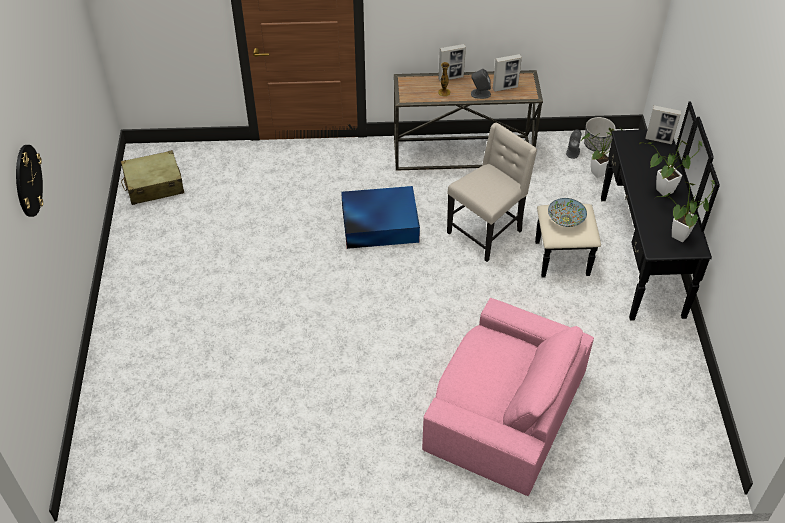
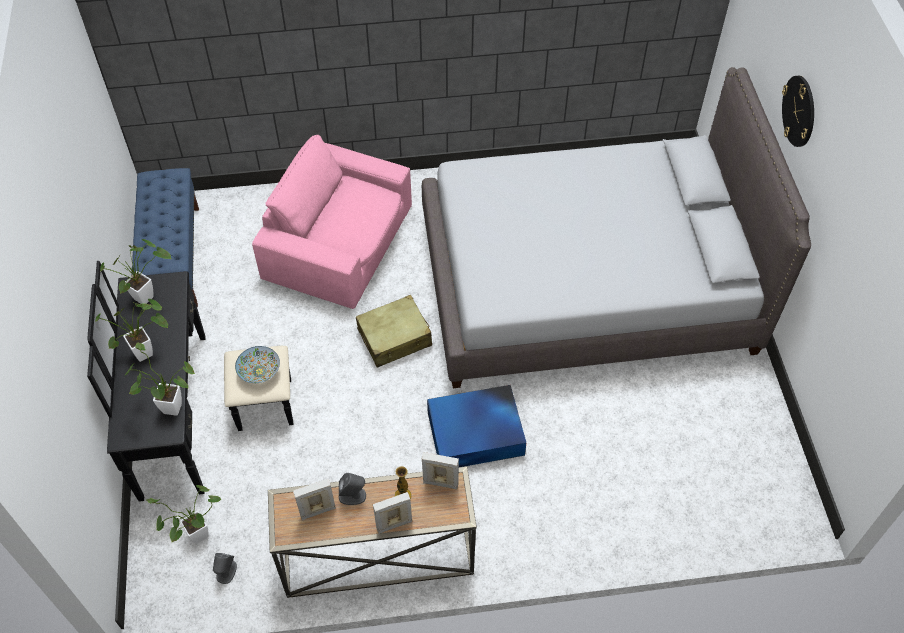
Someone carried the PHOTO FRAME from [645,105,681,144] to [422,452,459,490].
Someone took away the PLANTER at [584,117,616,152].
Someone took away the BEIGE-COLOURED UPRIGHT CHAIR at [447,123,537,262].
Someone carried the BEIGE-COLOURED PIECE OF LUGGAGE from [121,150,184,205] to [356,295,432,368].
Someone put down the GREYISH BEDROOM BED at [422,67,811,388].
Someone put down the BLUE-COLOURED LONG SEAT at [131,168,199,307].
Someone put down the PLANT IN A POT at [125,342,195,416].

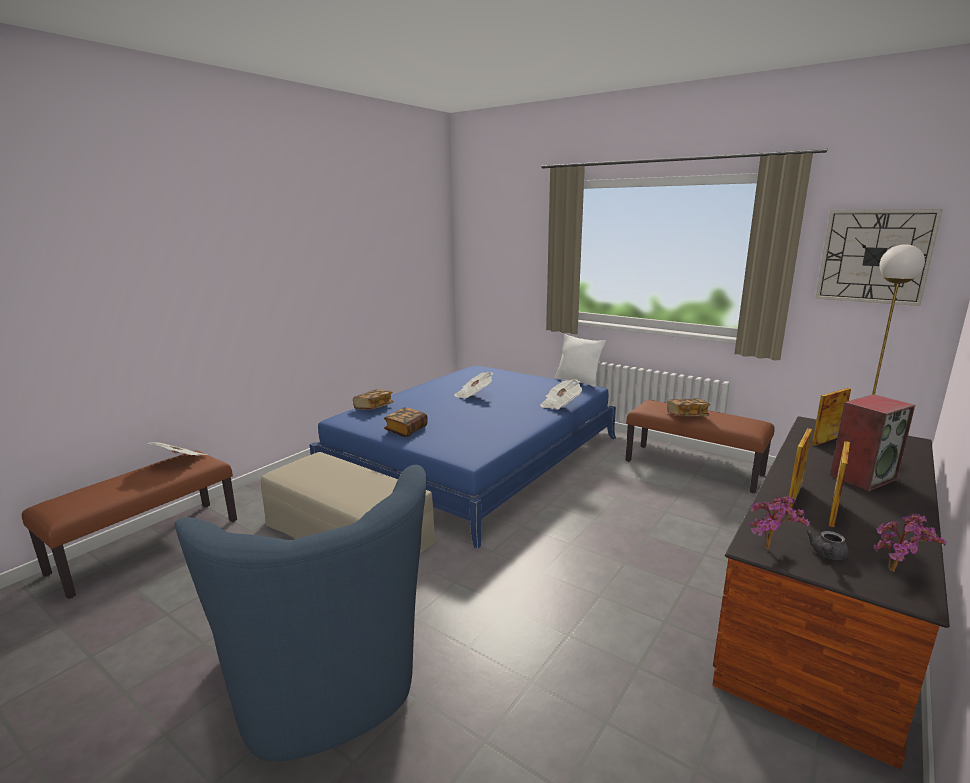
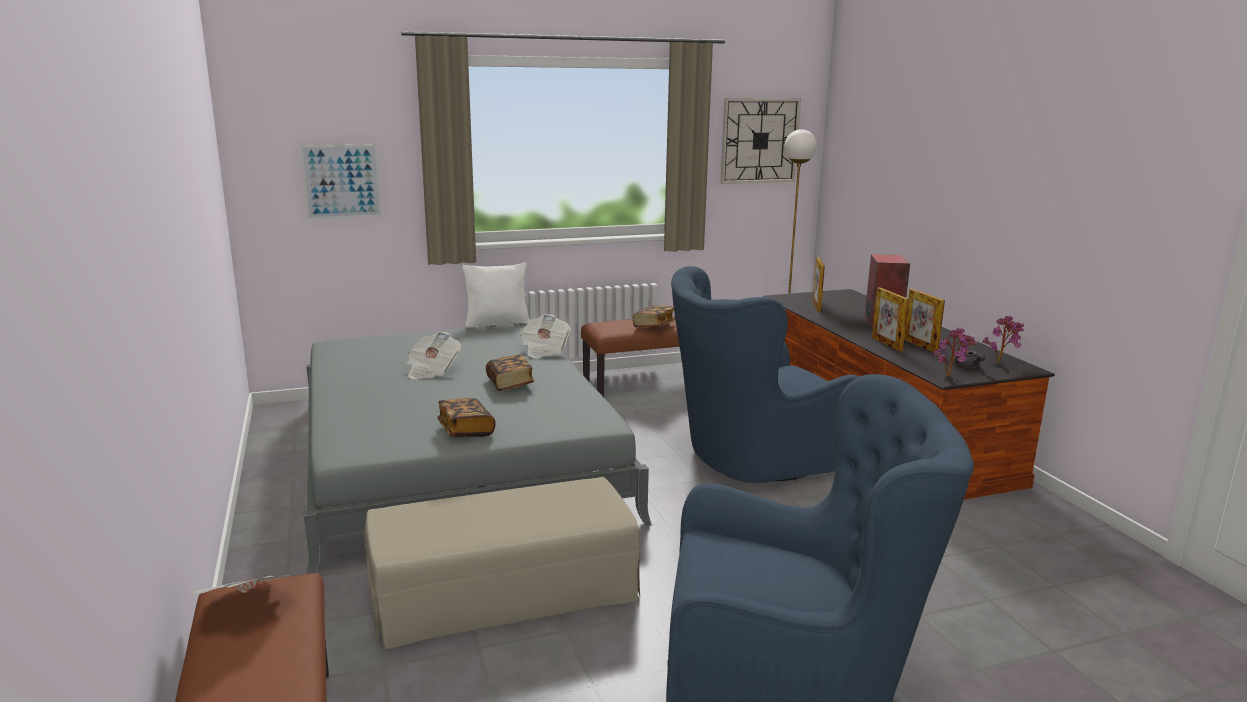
Someone repainted the BLUE-COLOURED BEDROOM BED at [309,366,616,549], which became the GREYISH BEDROOM BED at [304,323,651,574].
Someone carried the VOLUME from [353,389,394,410] to [486,355,534,391].
Someone put up the WALL PICTURE at [300,144,382,220].
Someone put down the BLUE-COLOURED EASY CHAIR at [671,266,859,483].

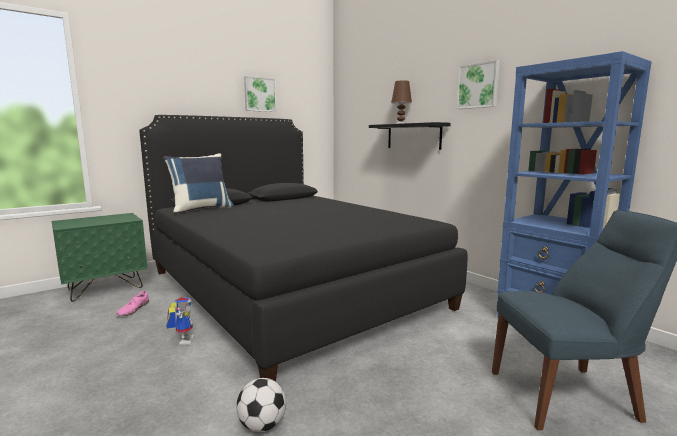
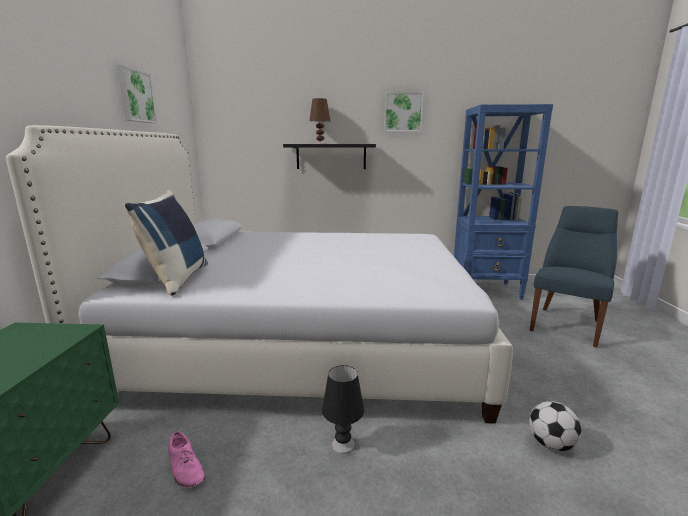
Someone repainted the BLACK BEDROOM BED at [139,115,467,381], which became the WHITE-COLOURED BEDROOM BED at [6,125,513,424].
Someone swapped the ROBOT FIGURE at [166,297,194,345] for the BLACK LAMP FOR A TABLE at [322,365,364,454].

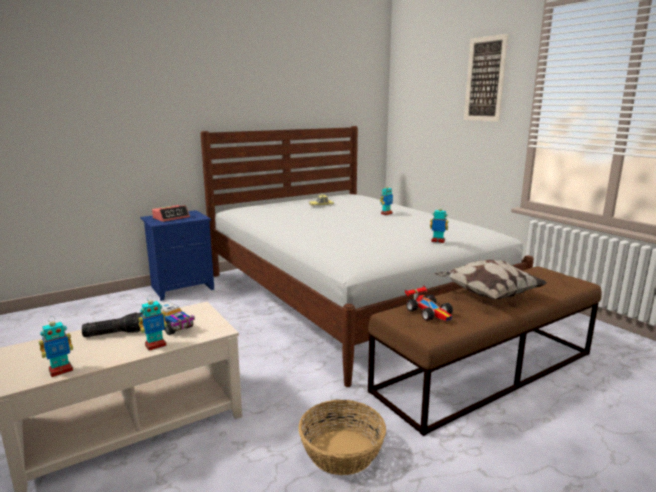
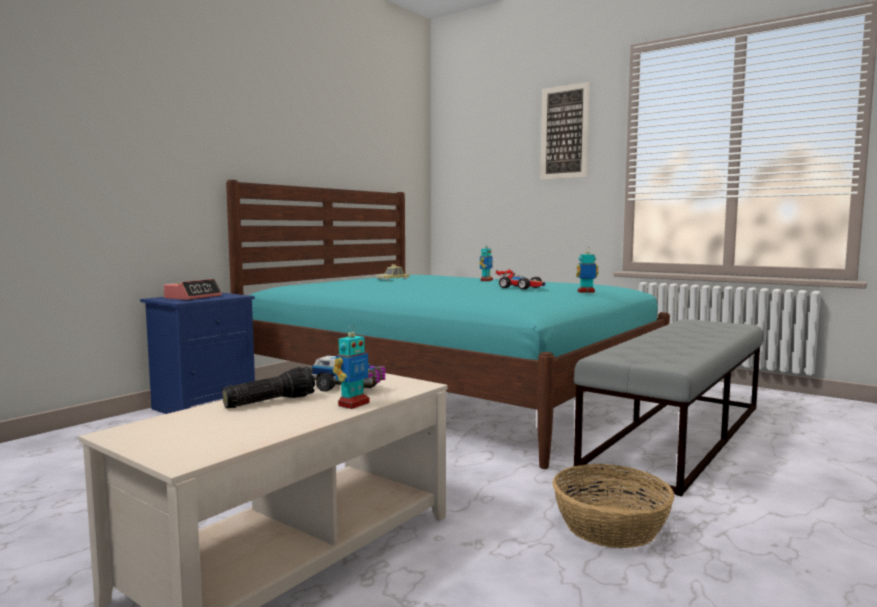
Someone repainted the WHITE-COLOURED BEDROOM BED at [200,126,534,387], which became the TURQUOISE BEDROOM BED at [226,180,670,469].
Someone took away the PILLOW at [435,260,547,299].
Someone repainted the BROWN LONG SEAT at [368,266,602,436], which became the GREYISH LONG SEAT at [574,319,764,497].
Someone carried the MODEL CAR from [405,286,453,321] to [496,269,545,290].
Someone took away the ROBOT FIGURE at [39,316,73,377].

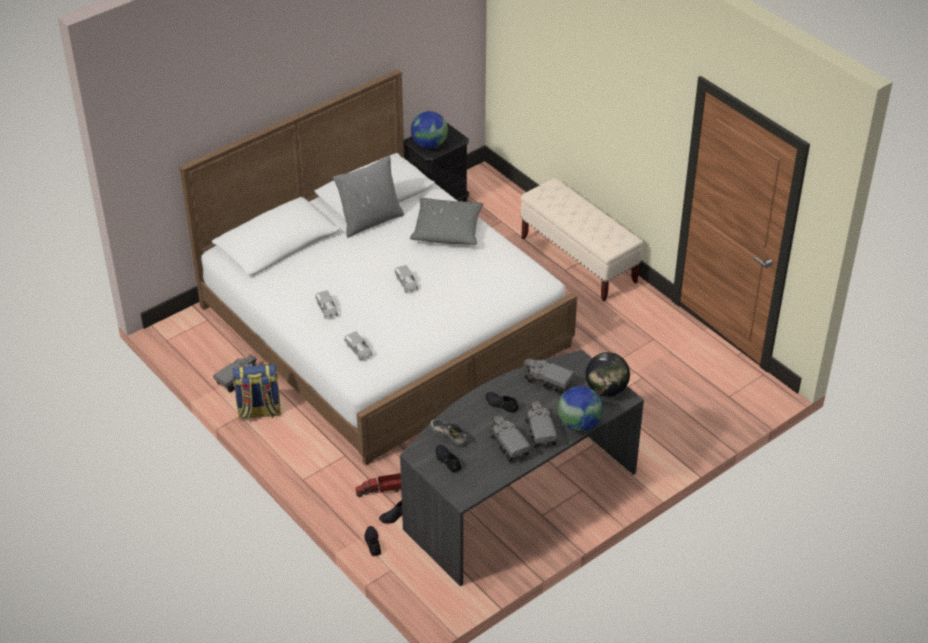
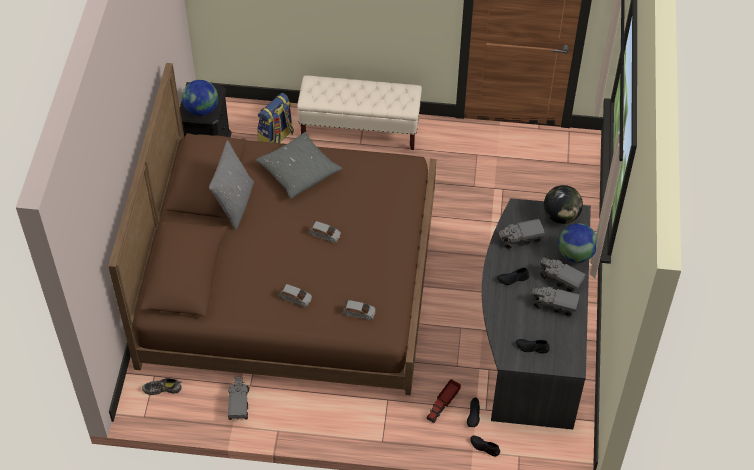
Someone repainted the WHITE-COLOURED BEDROOM BED at [179,69,577,465], which became the BROWN BEDROOM BED at [108,63,436,395].
Someone carried the RUCKSACK from [232,364,281,420] to [258,93,294,143].
Someone carried the LOW SHOE from [430,419,467,448] to [142,378,182,395].

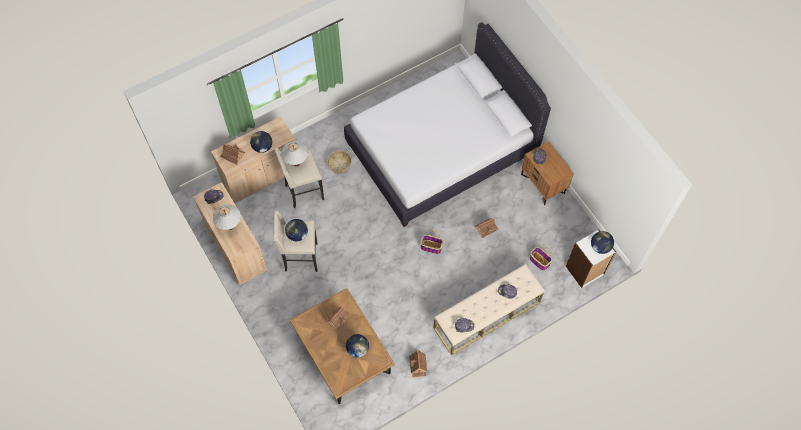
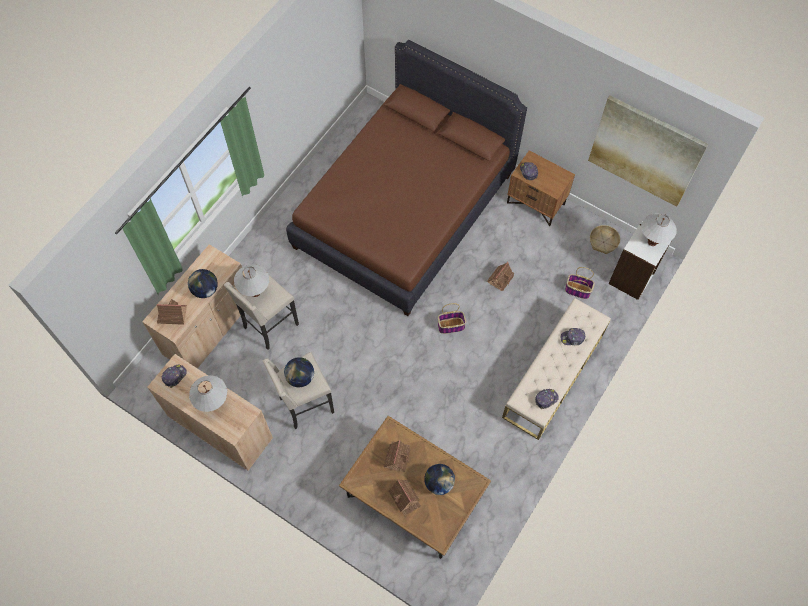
Someone repainted the WHITE-COLOURED BEDROOM BED at [344,22,551,227], which became the BROWN BEDROOM BED at [286,40,527,316].
Someone carried the HOUSEHOLD BASKET from [327,151,352,174] to [590,225,620,254].
Someone swapped the GLOBE at [591,231,614,254] for the WHITE-COLOURED LAMP FOR A TABLE at [641,214,677,246].
Someone carried the MINIATURE HOUSE from [409,350,427,377] to [388,479,421,516].
Someone put up the WALL PICTURE at [588,95,709,207].

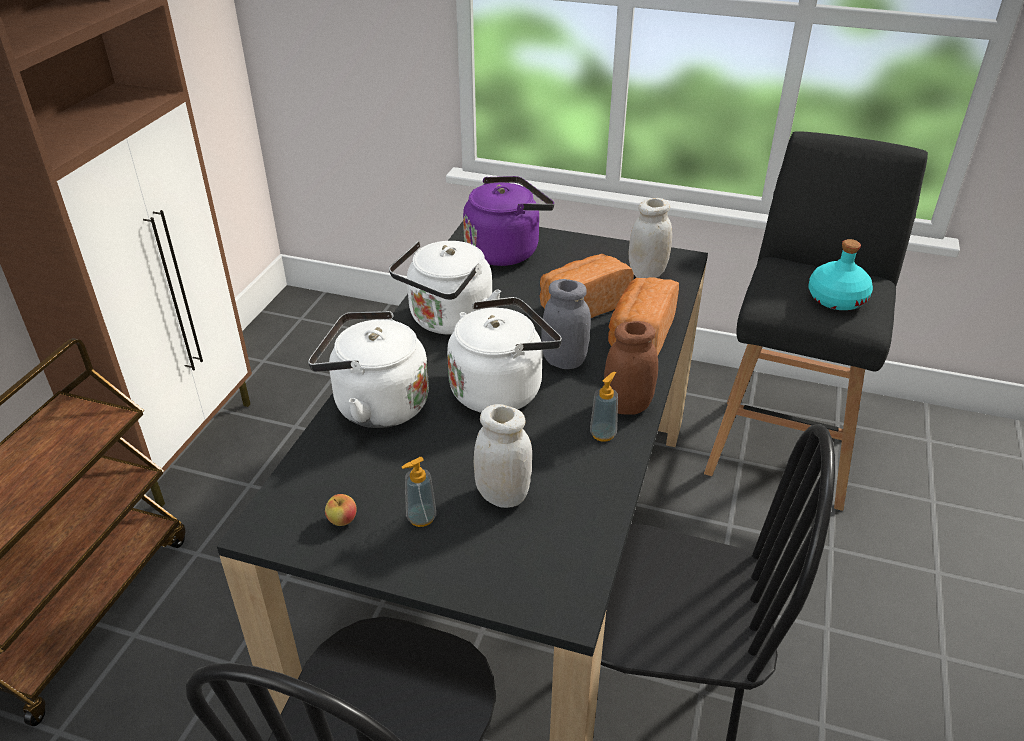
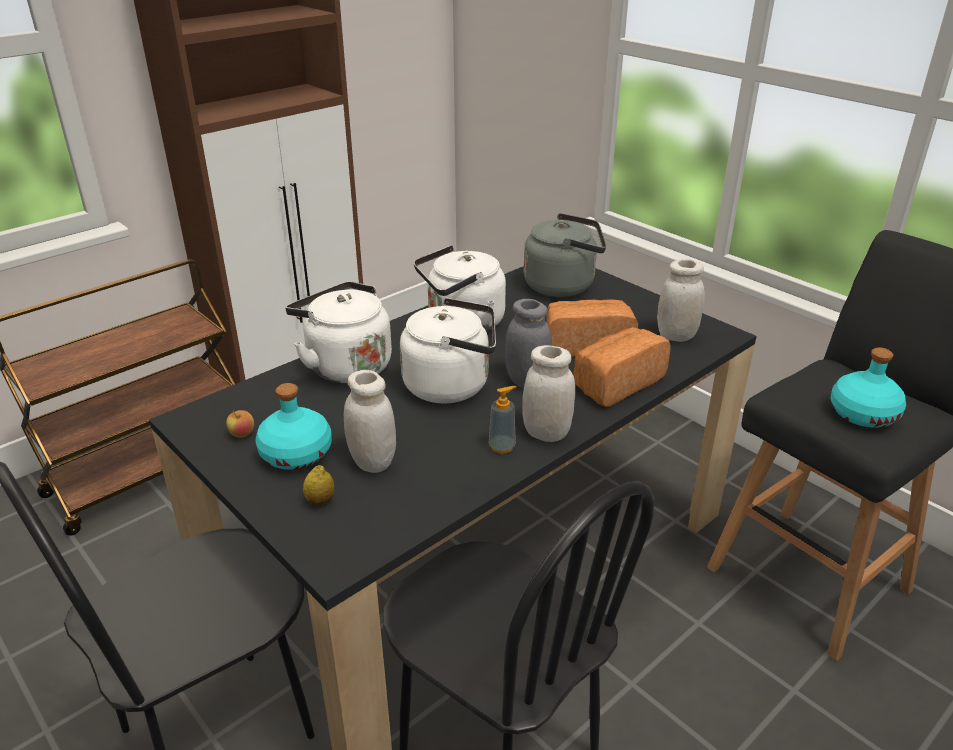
Someone repainted the PURPLISH KETTLE at [463,176,554,266], which became the GREYISH KETTLE at [524,213,606,297].
Someone repainted the BROWN JAR at [604,321,658,415], which became the WHITE-COLOURED JAR at [522,345,576,442].
Someone swapped the LIQUID SOAP BOTTLE at [402,457,436,527] for the TURQUOISE DRINK BOTTLE at [256,383,332,470].
Someone put down the WHOLE LEMON at [303,465,334,506].

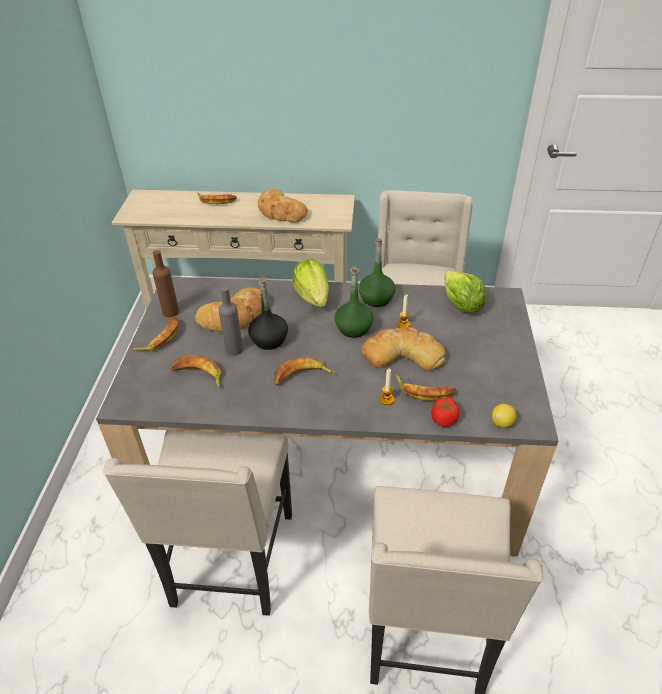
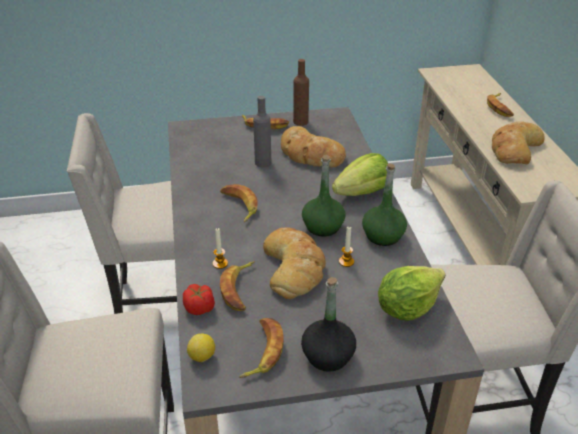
Someone carried the BLACK DRINK BOTTLE from [248,277,288,350] to [301,277,356,372].
Someone carried the BANANA FRUIT from [170,355,221,388] to [239,318,284,378].

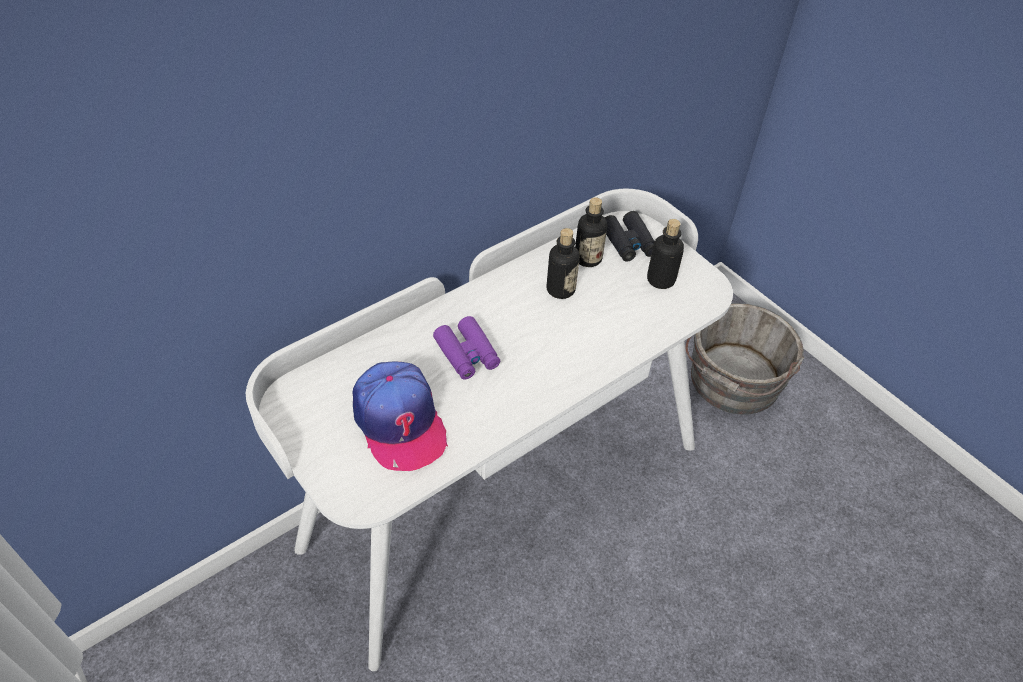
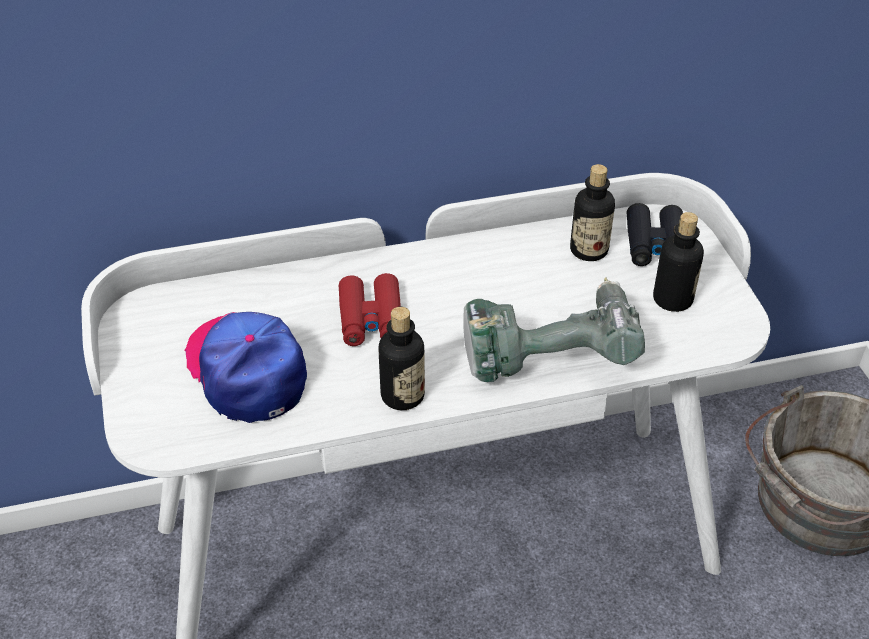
Someone carried the DRINK BOTTLE from [547,228,580,299] to [379,307,425,410].
Someone repainted the PURPLISH BINOCULARS at [433,316,500,380], which became the RED-COLOURED BINOCULARS at [339,273,401,346].
Someone rotated the BASEBALL CAP at [353,362,448,471] by 150 degrees clockwise.
Someone put down the ELECTRIC DRILL at [463,277,645,382].

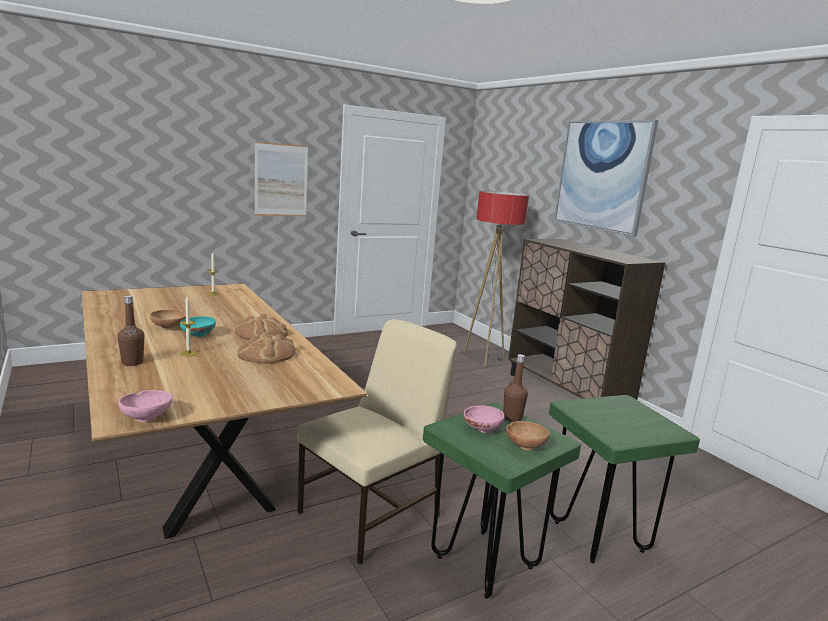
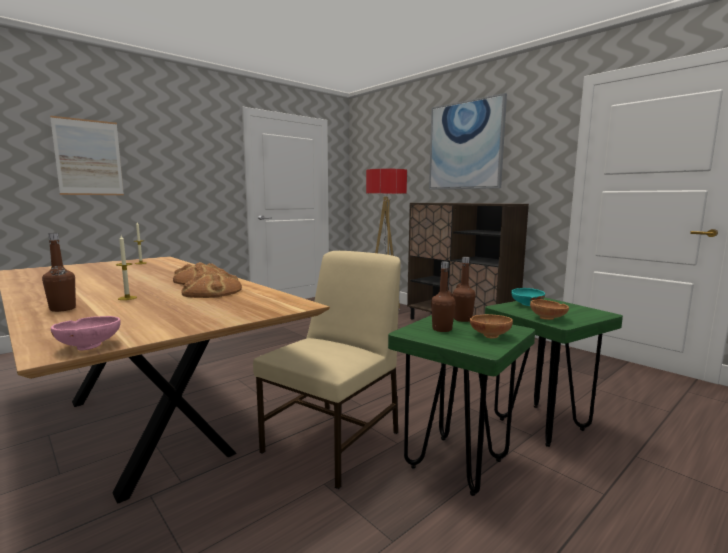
Someone carried the WALL PICTURE from [255,141,308,216] to [50,116,124,195].
Someone carried the BROWN SERVING BOWL from [150,309,186,329] to [530,300,569,320].
Someone carried the TURQUOISE SERVING BOWL from [180,316,216,337] to [511,288,545,306].
Someone swapped the PINKISH SERVING BOWL at [464,405,505,433] for the BROWN DRINK BOTTLE at [431,261,456,332].

